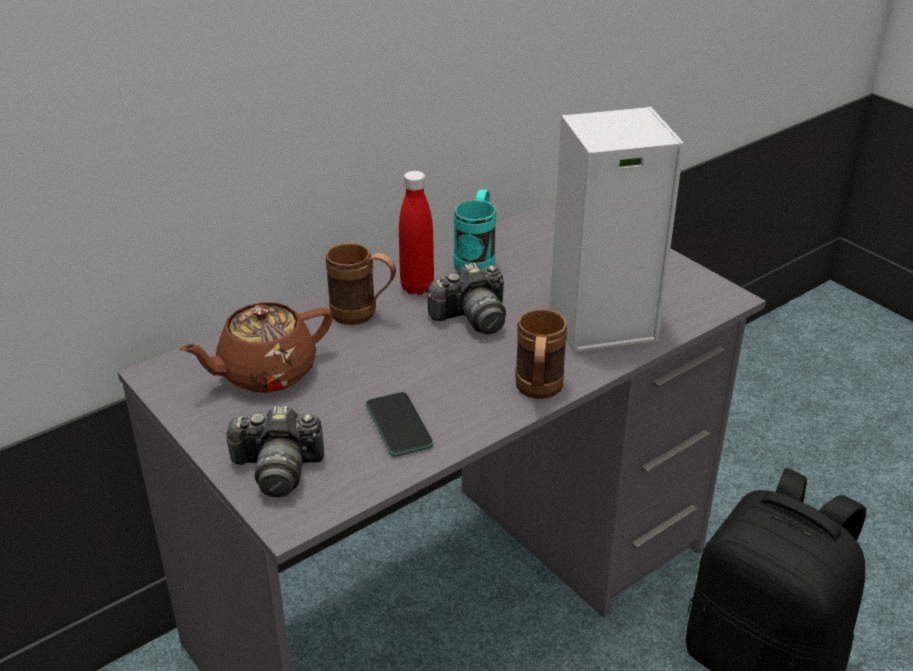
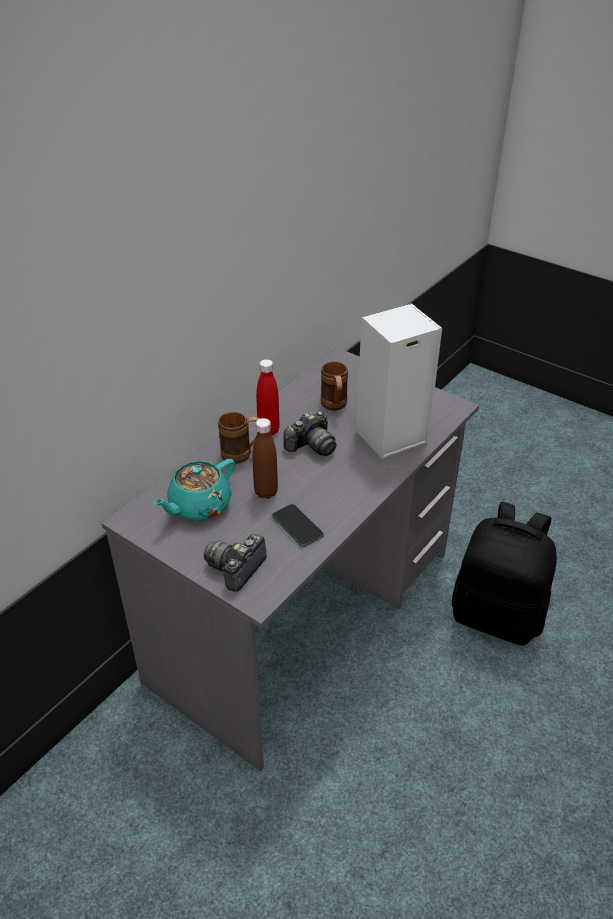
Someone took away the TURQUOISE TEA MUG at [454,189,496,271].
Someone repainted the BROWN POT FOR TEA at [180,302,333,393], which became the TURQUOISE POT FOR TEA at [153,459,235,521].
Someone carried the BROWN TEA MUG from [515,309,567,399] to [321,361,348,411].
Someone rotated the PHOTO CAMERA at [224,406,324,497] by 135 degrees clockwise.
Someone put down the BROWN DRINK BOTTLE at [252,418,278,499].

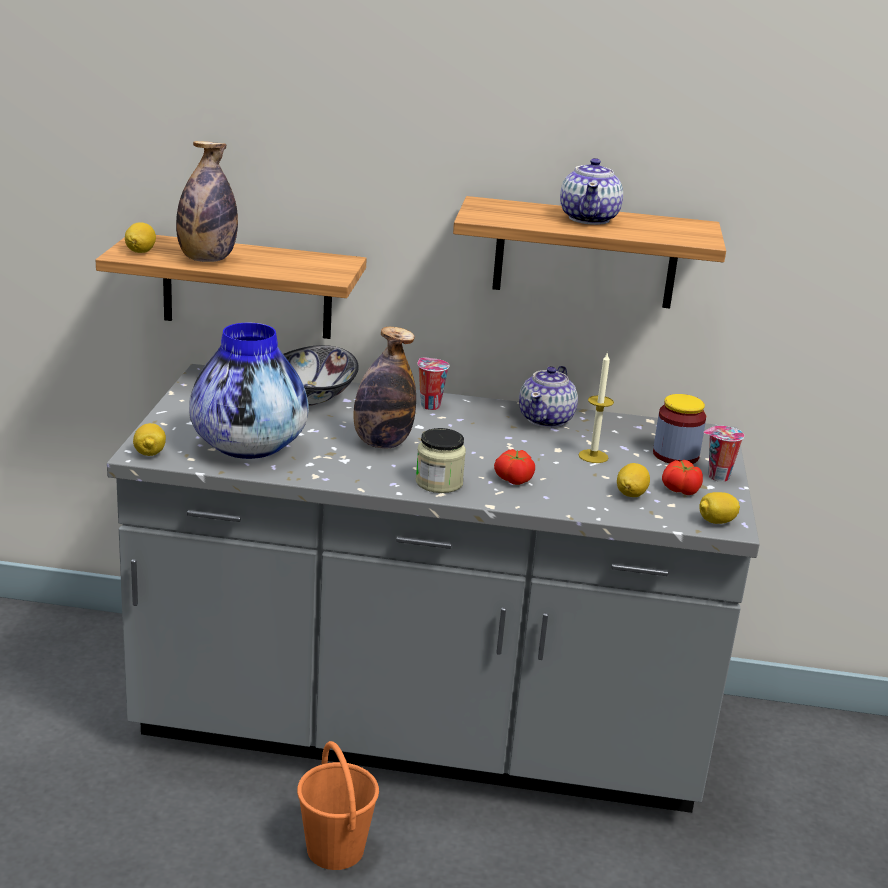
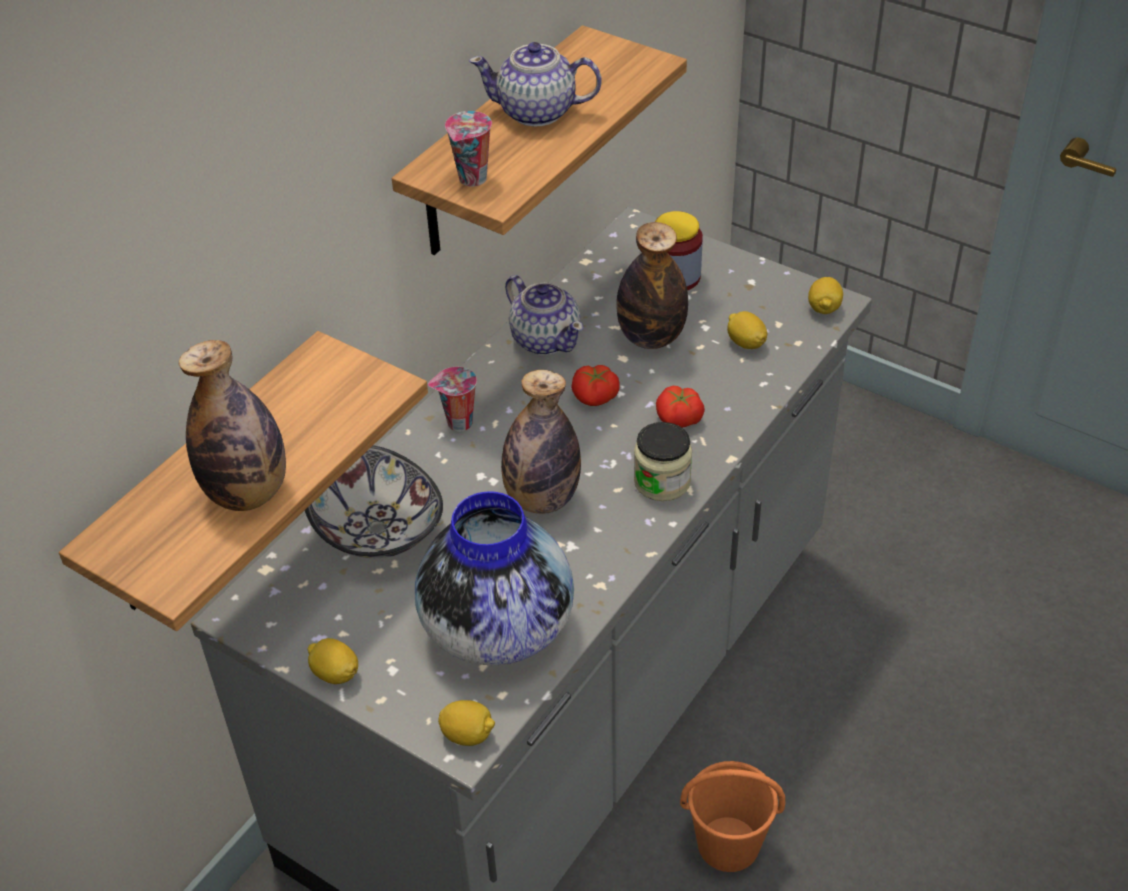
Someone rotated the POT FOR TEA at [560,158,623,225] by 150 degrees clockwise.
Someone carried the WHOLE LEMON from [125,222,156,253] to [307,638,358,684].
Someone swapped the CANDLE at [578,352,614,463] for the DRINK BOTTLE at [616,222,688,349].
Someone carried the CUP from [703,426,744,482] to [445,111,492,187].
Someone carried the WHOLE TOMATO from [662,460,703,495] to [571,365,620,406].

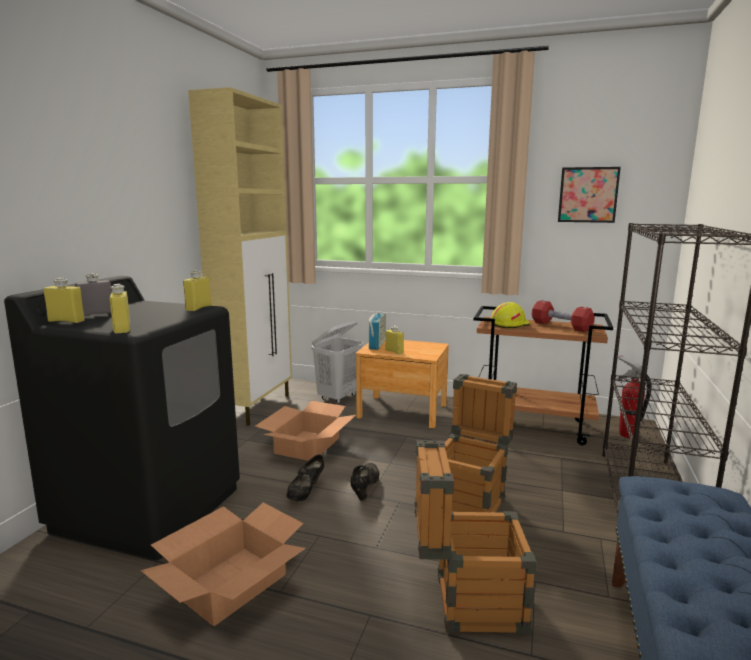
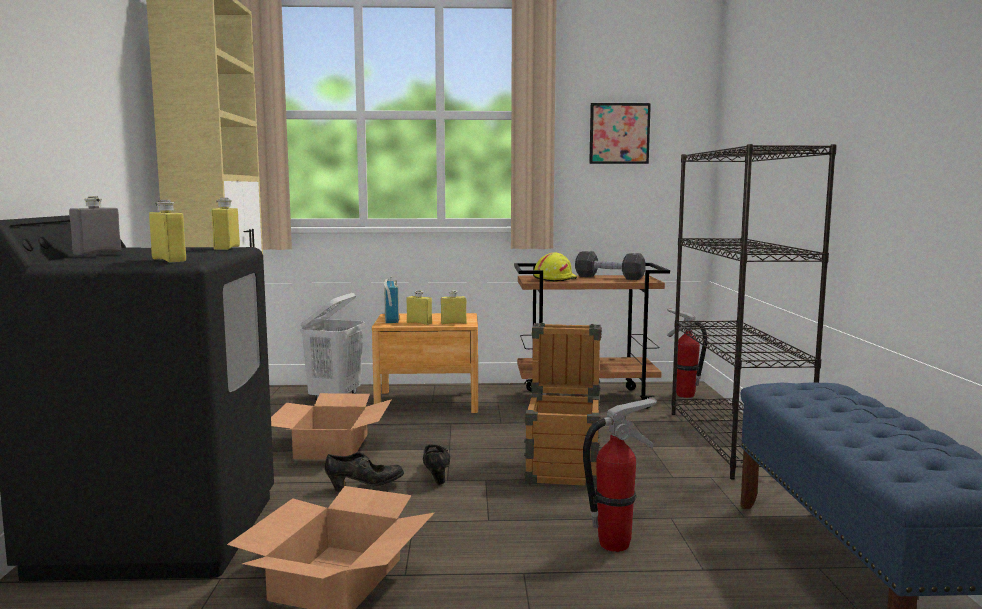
Someone carried the YELLOW-COLOURED DRINK BOTTLE from [43,278,85,323] to [441,290,467,324].
Someone repainted the RED-COLOURED DUMBBELL at [532,300,595,332], which became the BLACK DUMBBELL at [575,251,646,280].
Someone swapped the PACKING CRATE at [414,440,537,634] for the FIRE EXTINGUISHER at [583,397,657,552].
Someone rotated the BLACK LOW SHOE at [286,454,324,502] by 105 degrees counterclockwise.

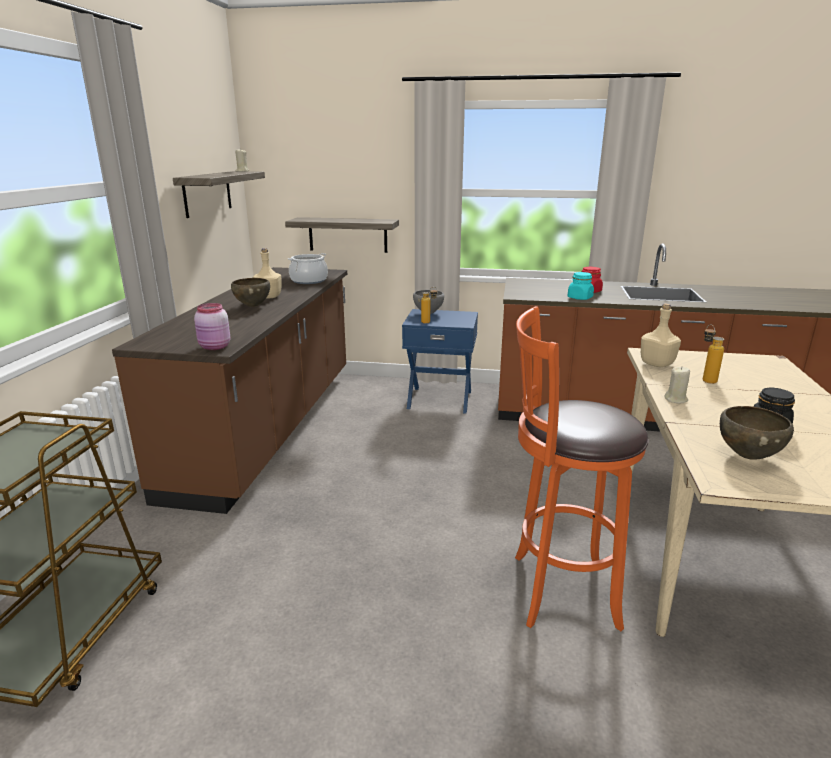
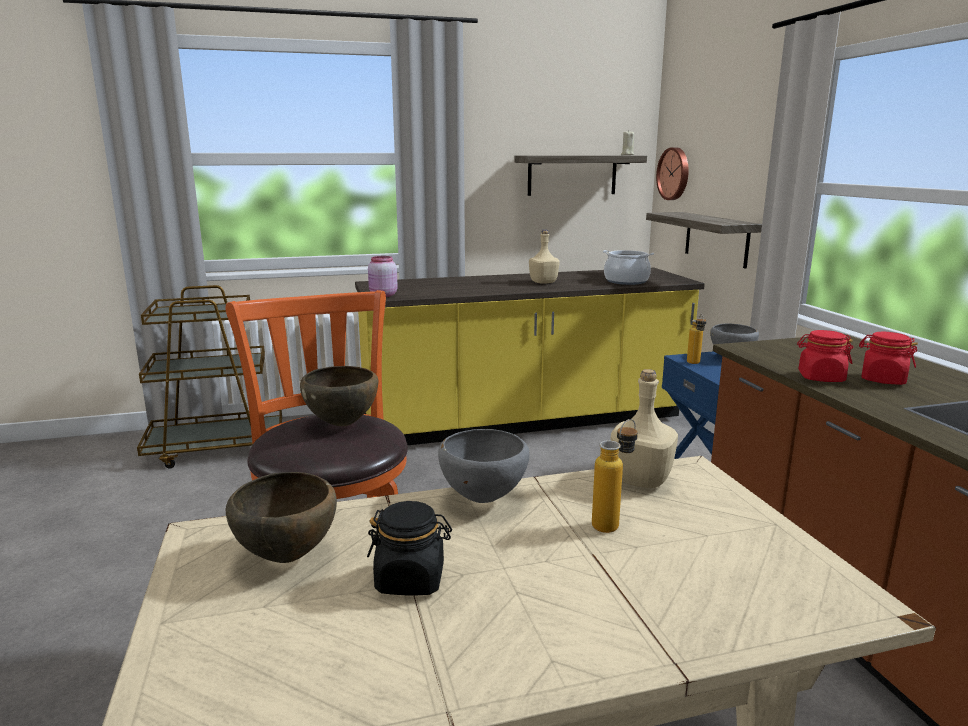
Someone repainted the BROWN COUNTER at [112,267,347,514], which became the YELLOW-COLOURED COUNTER at [355,268,705,445].
Someone repainted the TURQUOISE JAR at [567,272,594,300], which became the RED-COLOURED JAR at [797,330,853,382].
Someone carried the BROWN SERVING BOWL from [231,278,270,307] to [300,366,378,426].
Someone swapped the BEIGE-COLOURED CANDLE at [664,367,690,403] for the GREYISH SERVING BOWL at [438,429,530,503].
Someone put up the HANGING CLOCK at [656,147,689,200].

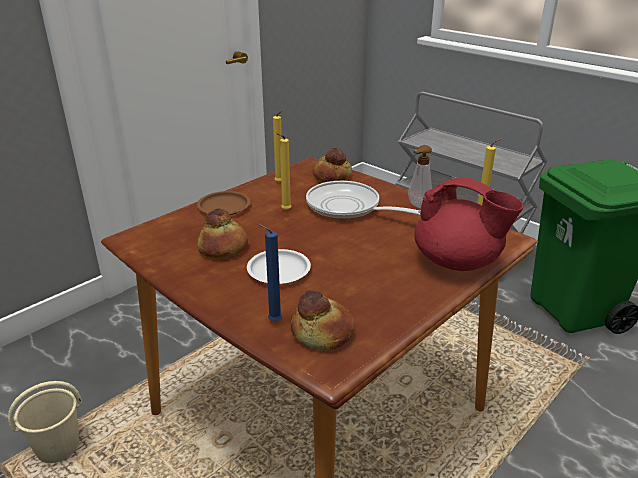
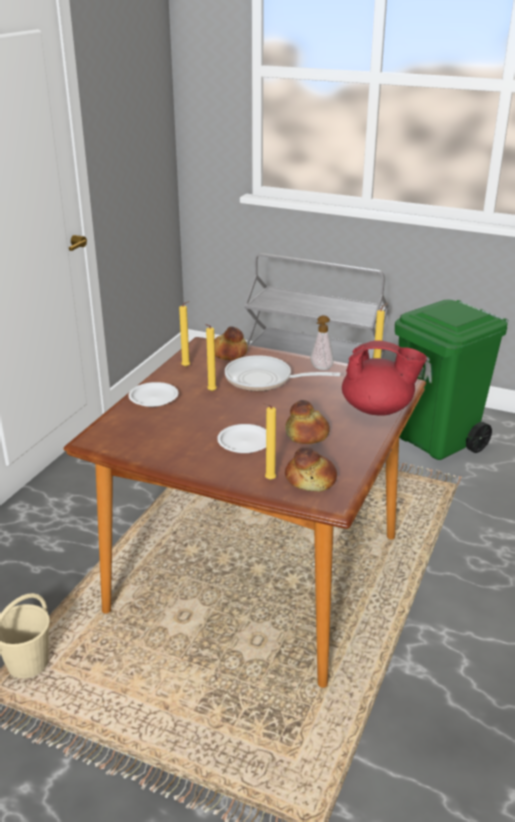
Someone repainted the BROWN PLATE at [197,191,250,215], which became the WHITE-COLOURED PLATE at [128,382,178,407].
Someone carried the BAKED BREAD from [197,209,248,258] to [285,400,330,444].
Someone repainted the BLUE-COLOURED CANDLE at [258,224,282,322], which became the YELLOW-COLOURED CANDLE at [262,403,276,480].

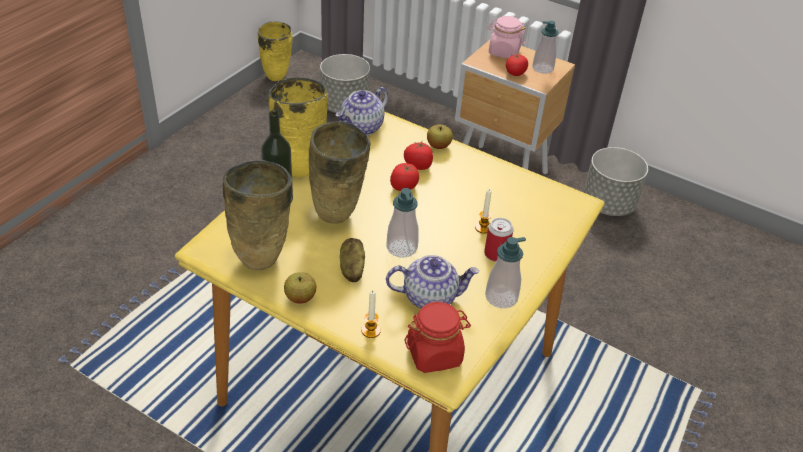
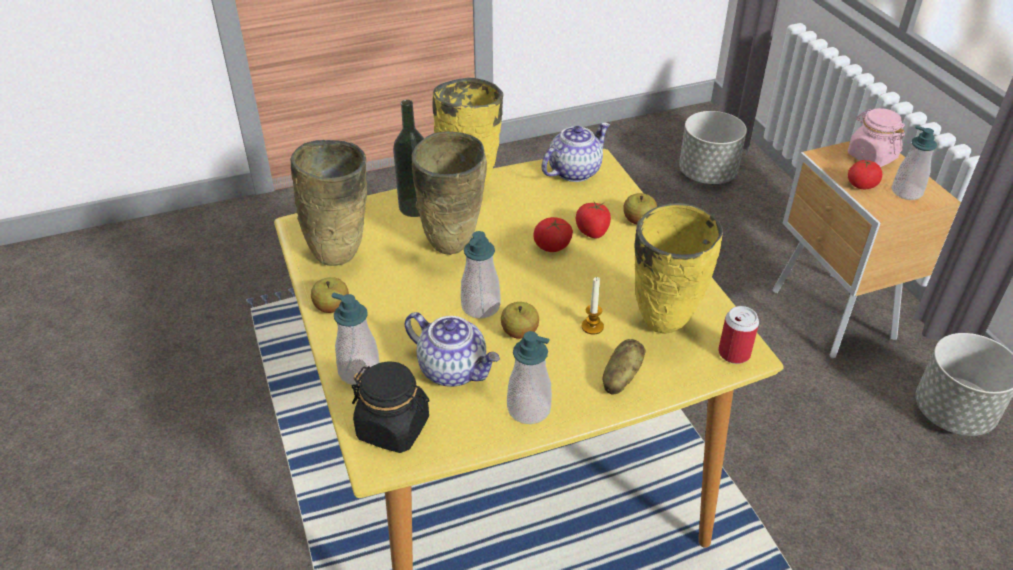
Someone carried the YELLOW-COLOURED DECORATIVE VASE from [258,21,293,82] to [634,203,723,334].
Someone rotated the POT FOR TEA at [335,87,388,136] by 150 degrees clockwise.
Someone carried the METAL CAN from [484,218,513,262] to [718,306,759,364].
Someone carried the SPUD from [340,238,365,282] to [603,339,645,395].
Someone swapped the CANDLE at [361,291,381,338] for the LIQUID SOAP BOTTLE at [331,293,380,385].
Someone repainted the RED-COLOURED JAR at [405,301,471,373], which became the BLACK JAR at [352,361,430,453].
Someone put down the WHOLE APPLE at [501,302,539,339].

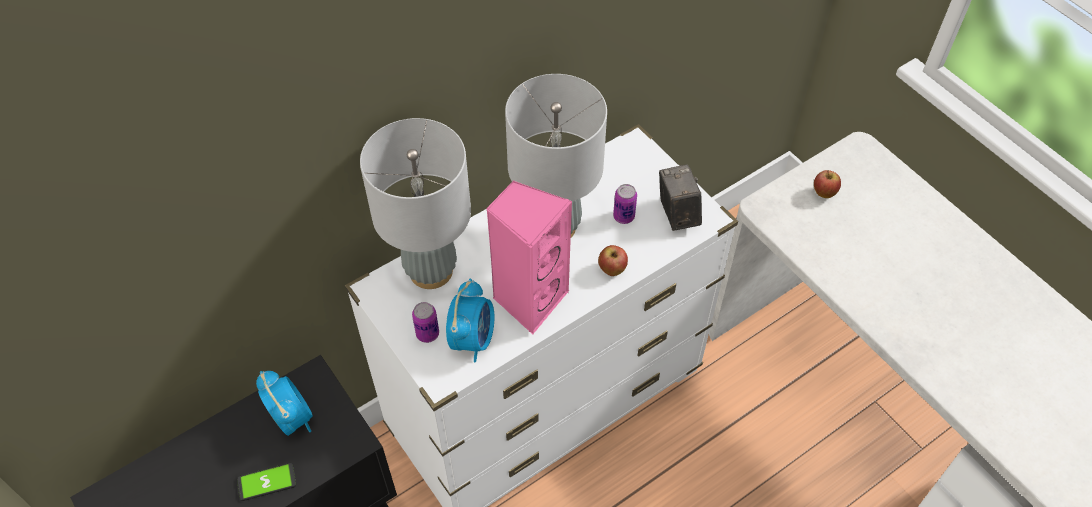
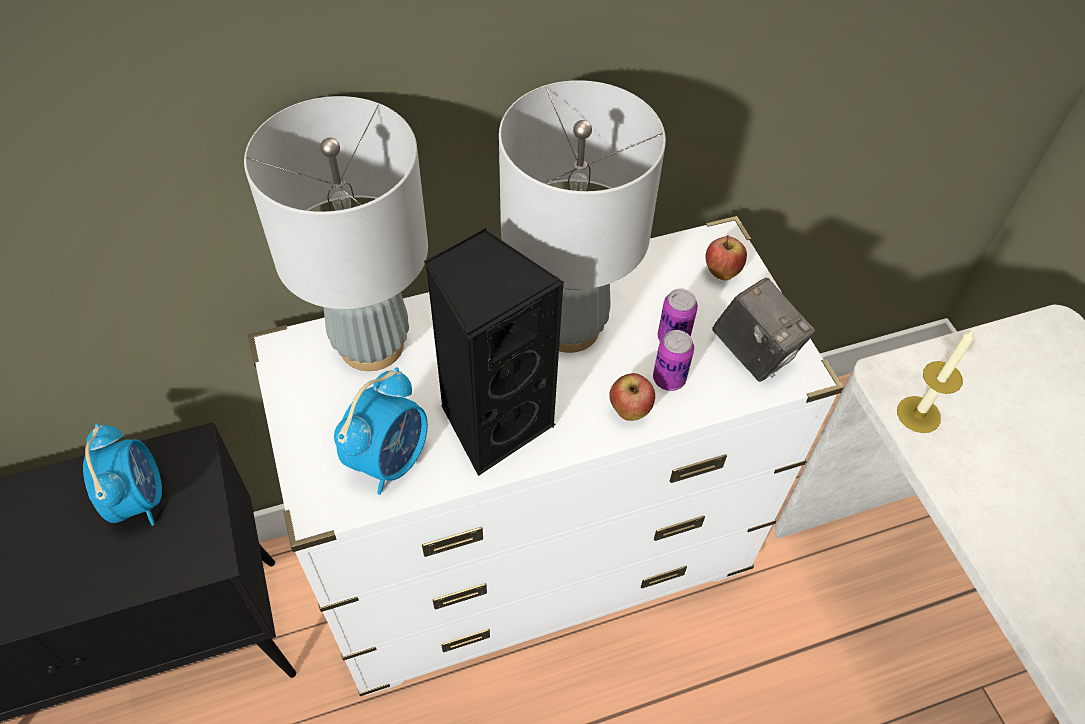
Someone rotated the PHOTO CAMERA at [659,164,702,231] by 135 degrees clockwise.
Someone carried the WHOLE APPLE from [814,170,841,198] to [705,235,747,281].
Someone repainted the PINKISH AUDIO SPEAKER at [486,181,572,335], which became the BLACK AUDIO SPEAKER at [424,228,564,476].
Someone carried the METAL CAN from [412,302,439,343] to [653,330,694,391].
Someone took away the HANDSET at [237,463,297,501].
Someone put down the CANDLE at [897,329,974,433].

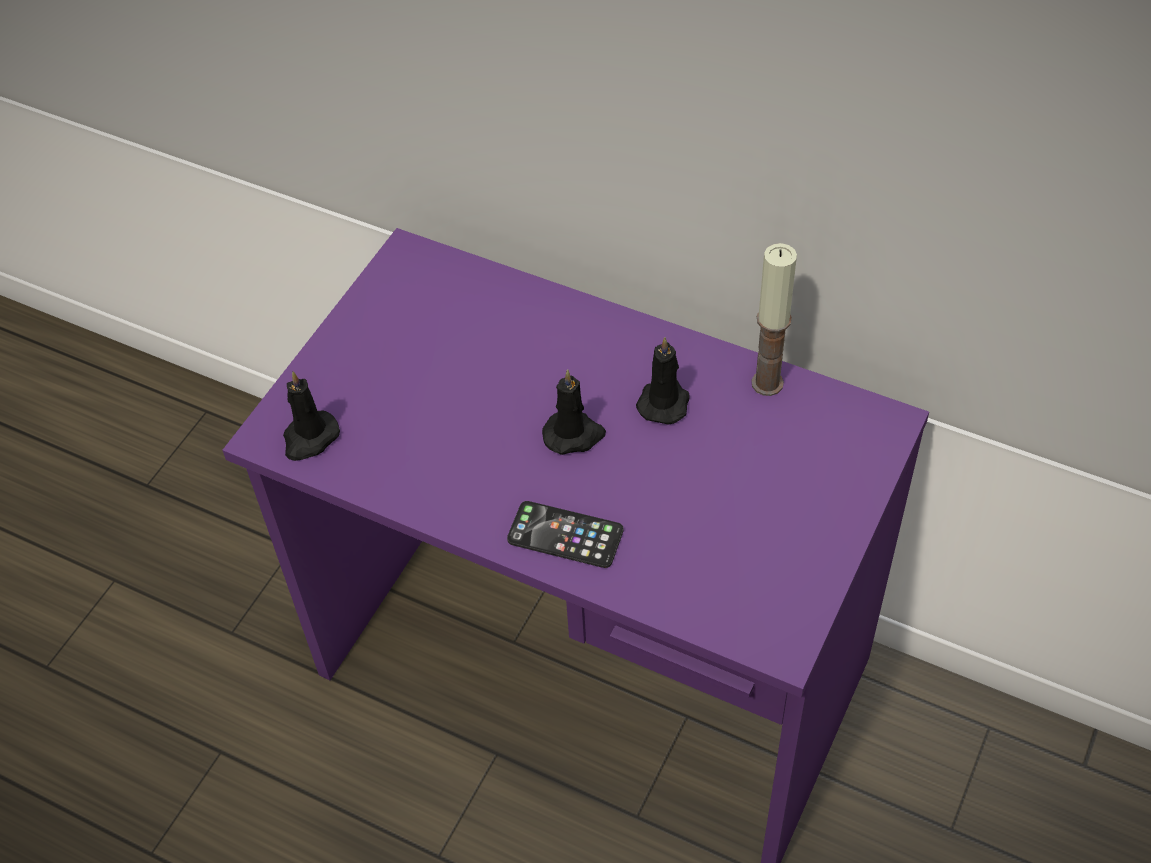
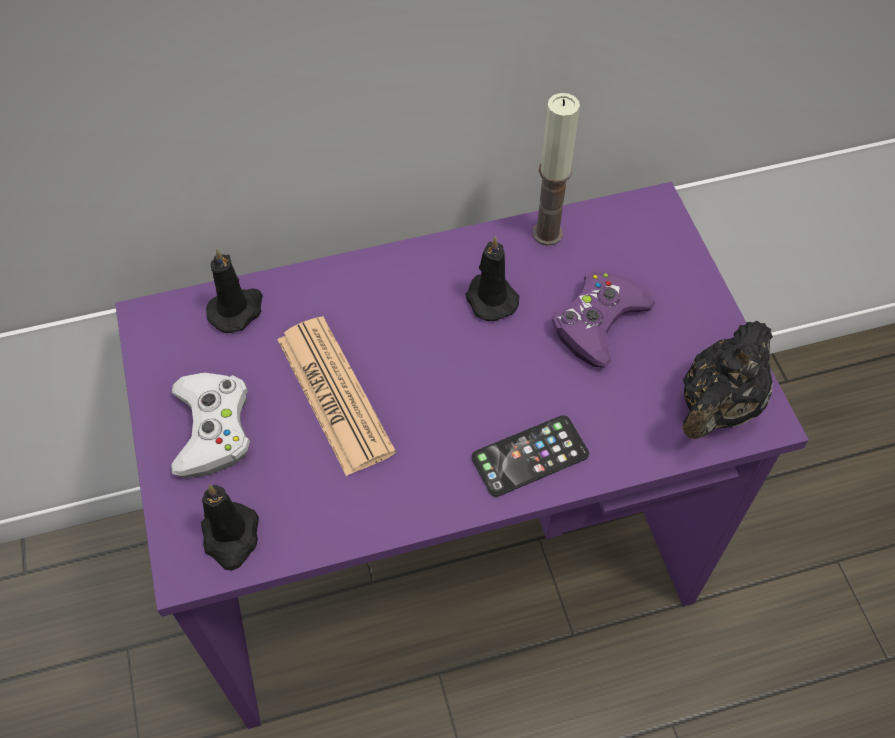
Someone carried the BLACK CANDLE from [542,369,606,455] to [206,248,263,333].
Someone put down the PURPLISH GAMEPAD at [552,271,655,367].
Someone put down the NEWSPAPER at [277,317,396,476].
Someone put down the BLACK POT FOR TEA at [682,321,773,439].
Someone put down the WHITE-COLOURED GAMEPAD at [171,372,250,478].

